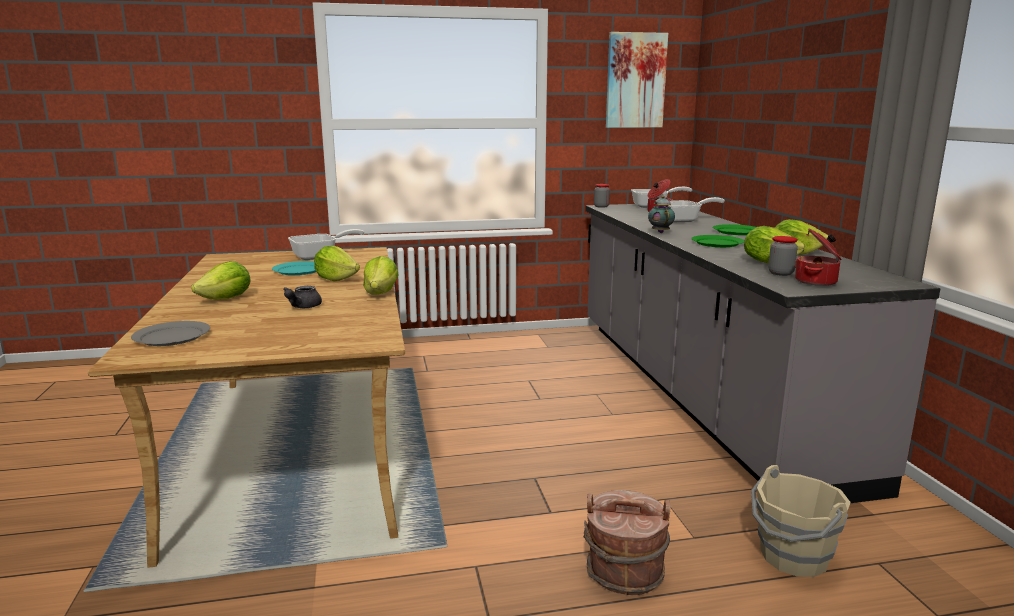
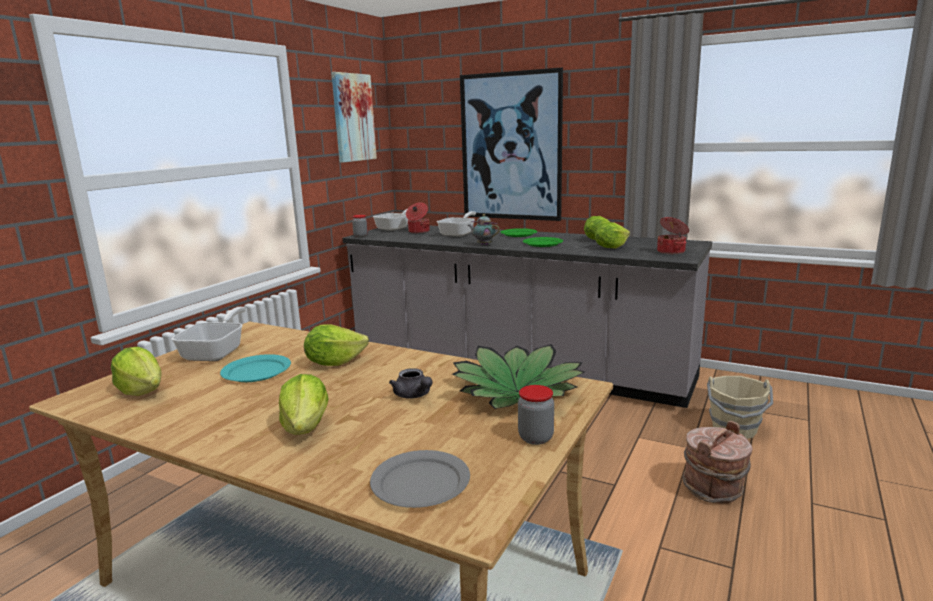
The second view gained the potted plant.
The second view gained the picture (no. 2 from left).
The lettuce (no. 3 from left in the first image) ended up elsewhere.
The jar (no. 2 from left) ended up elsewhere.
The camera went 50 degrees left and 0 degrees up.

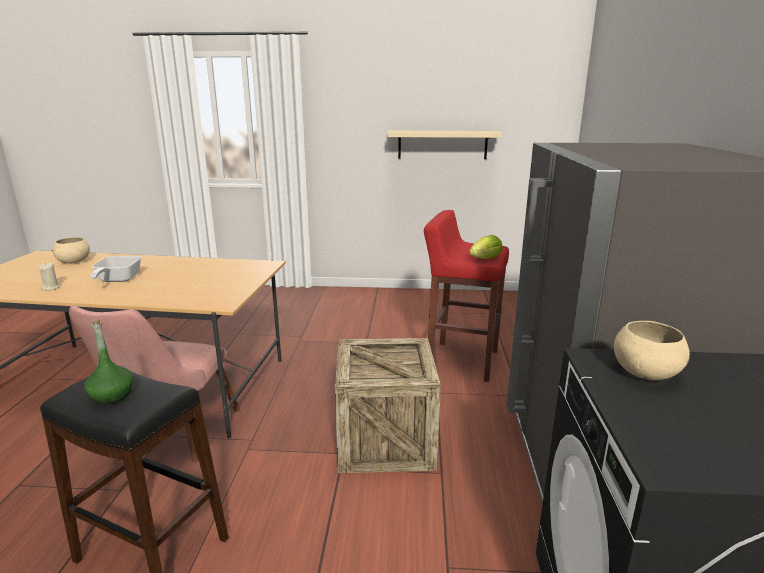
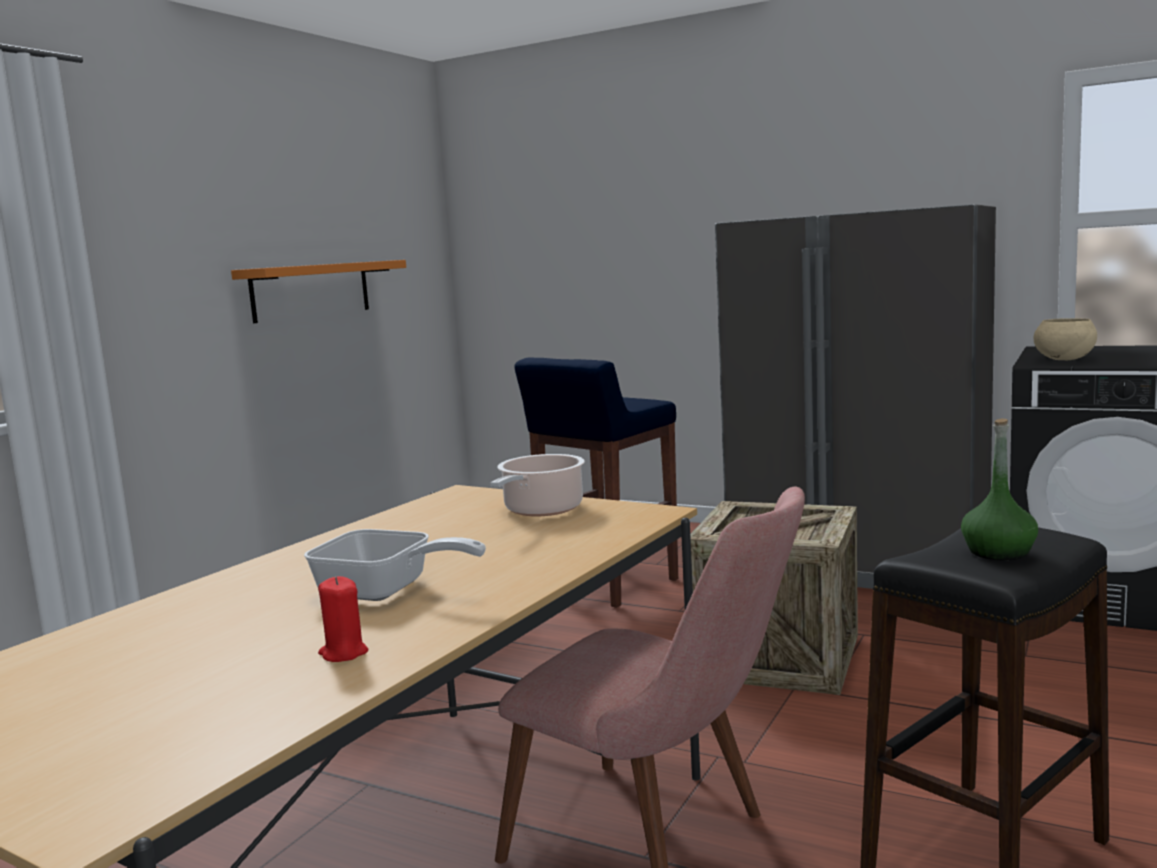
The second view lost the beige bowl (no. 1 from left).
The second view lost the lettuce.
The second view gained the cooking pot.
What was the beige candle turned into the red candle.
What was the beige shelf turned into the orange shelf.
What was the red stool turned into the blue stool.
The camera went 65 degrees left and 10 degrees down.

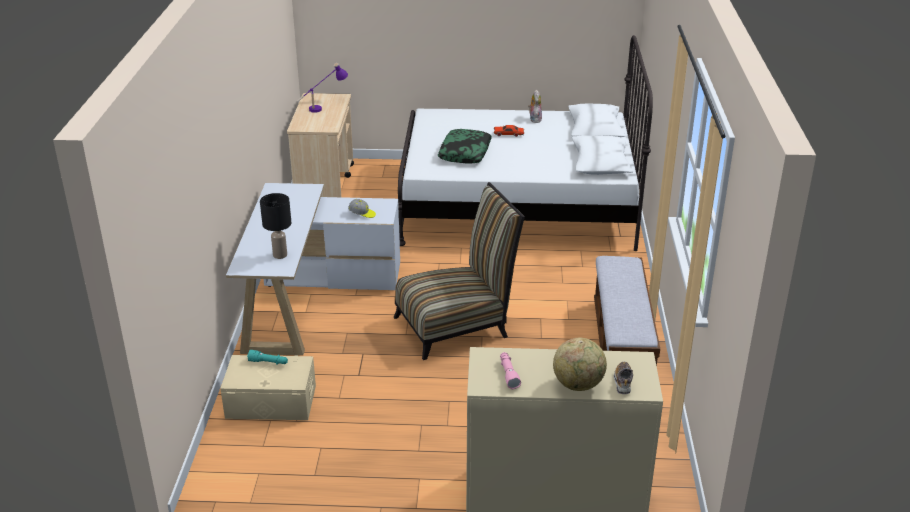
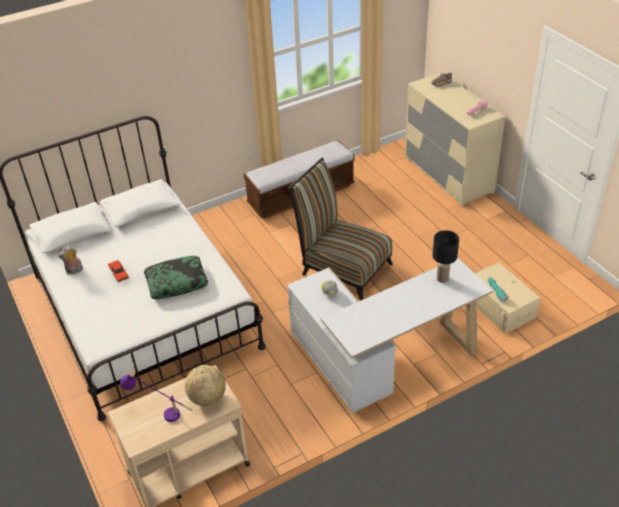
The globe ended up elsewhere.
The camera went 120 degrees left and 10 degrees up.

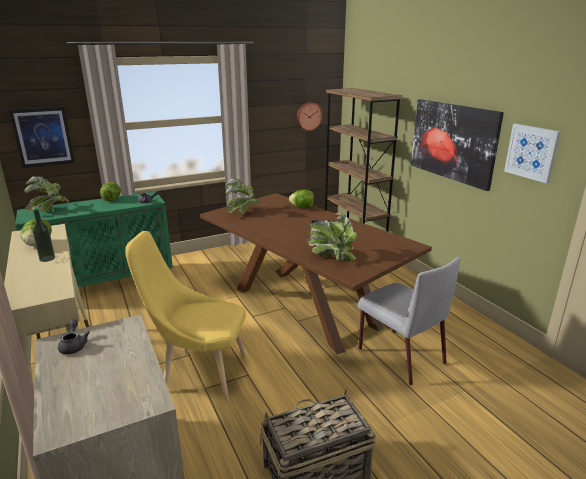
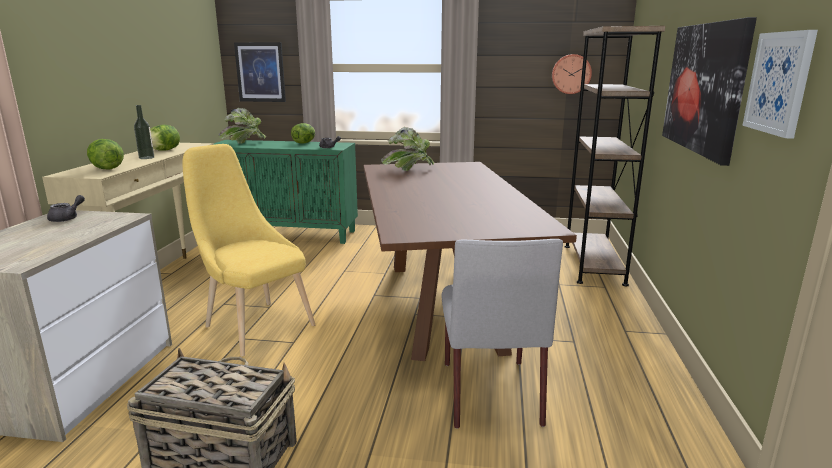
The second view lost the potted plant (no. 3 from left).
The lettuce (no. 3 from left in the first image) ended up elsewhere.
The camera went 35 degrees right and 5 degrees down.

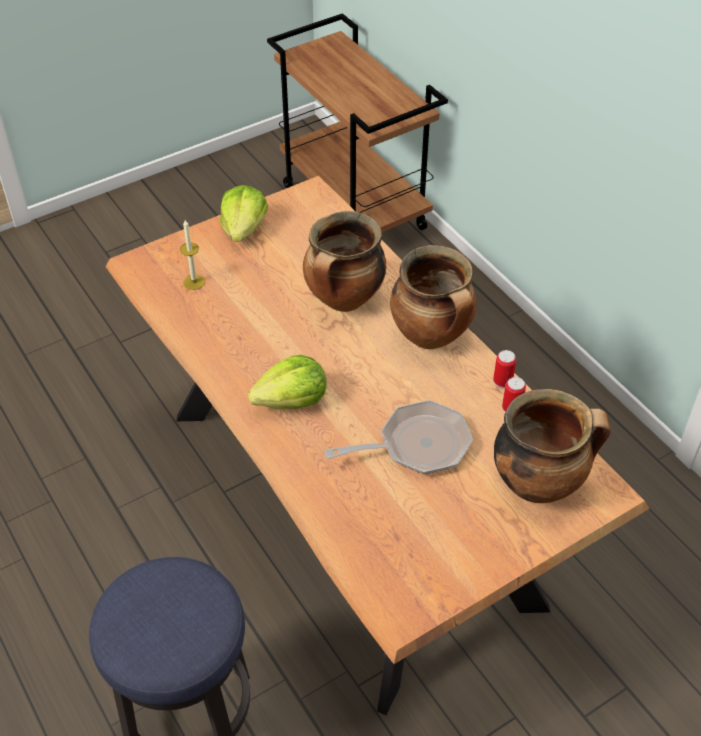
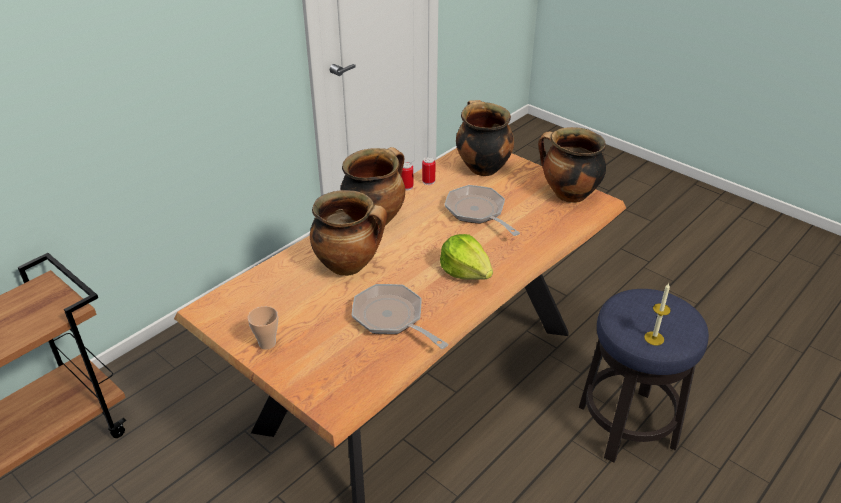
The second view gained the frying pan (no. 1 from left).
The second view gained the cooking pot (no. 4 from left).
The candle ended up elsewhere.
Where the lettuce (no. 1 from left) stood, the cup came to stand.
The camera went 105 degrees left and 10 degrees down.

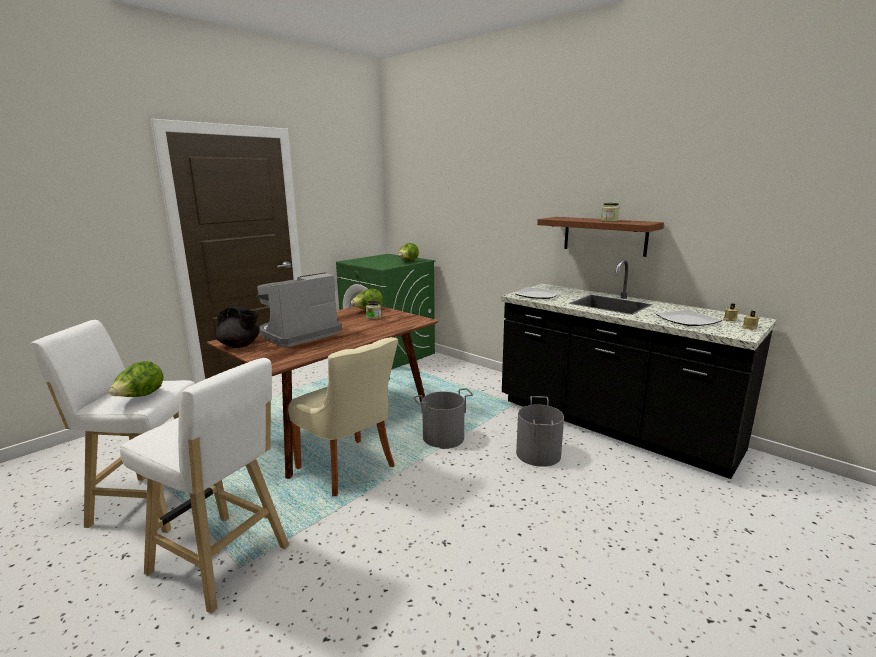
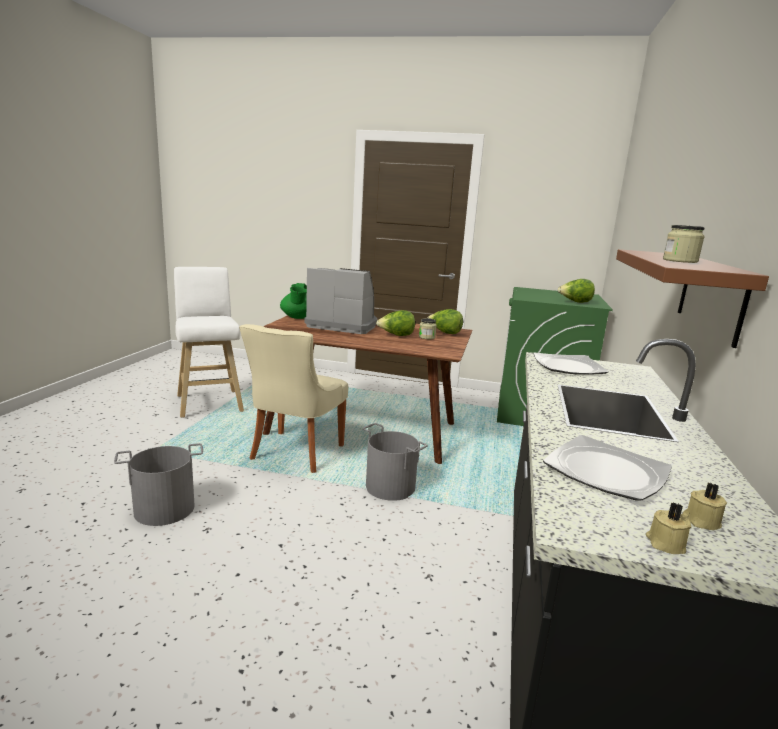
The second view lost the white stool (no. 2 from left).
The lettuce (no. 1 from left) ended up elsewhere.
The grey bucket (no. 2 from left in the first image) ended up elsewhere.
What was the black teapot turned into the green teapot.
The camera went 60 degrees right and 0 degrees up.

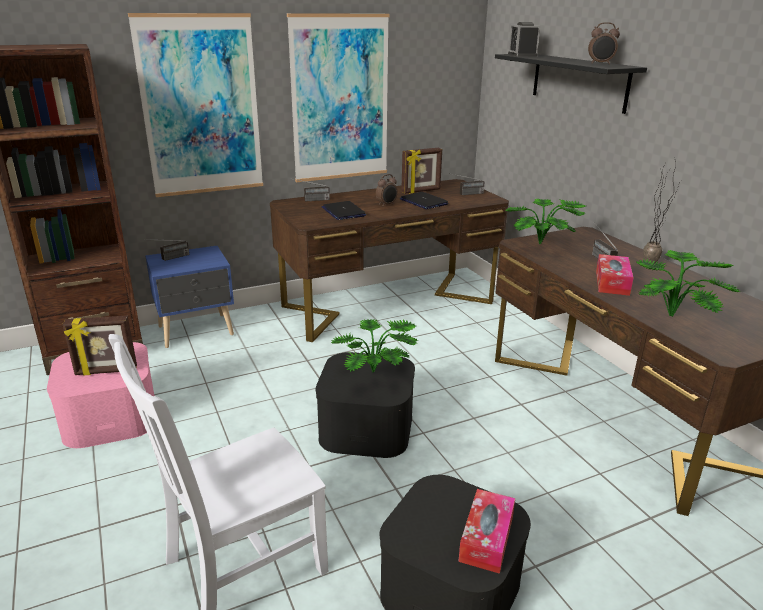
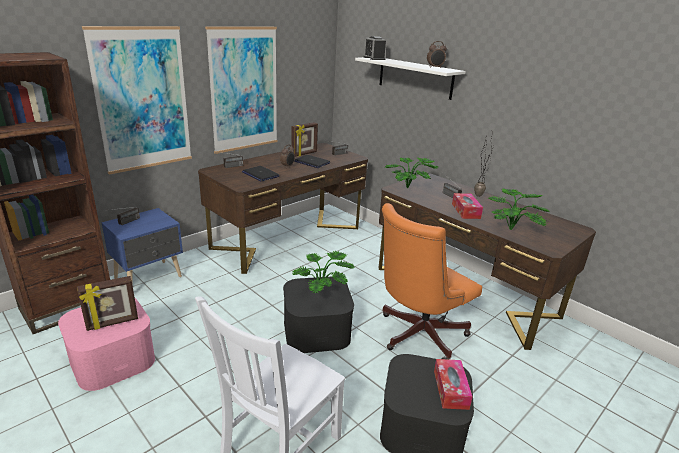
The second view gained the orange office chair.
What was the black shelf turned into the white shelf.
The camera went 20 degrees left and 0 degrees up.

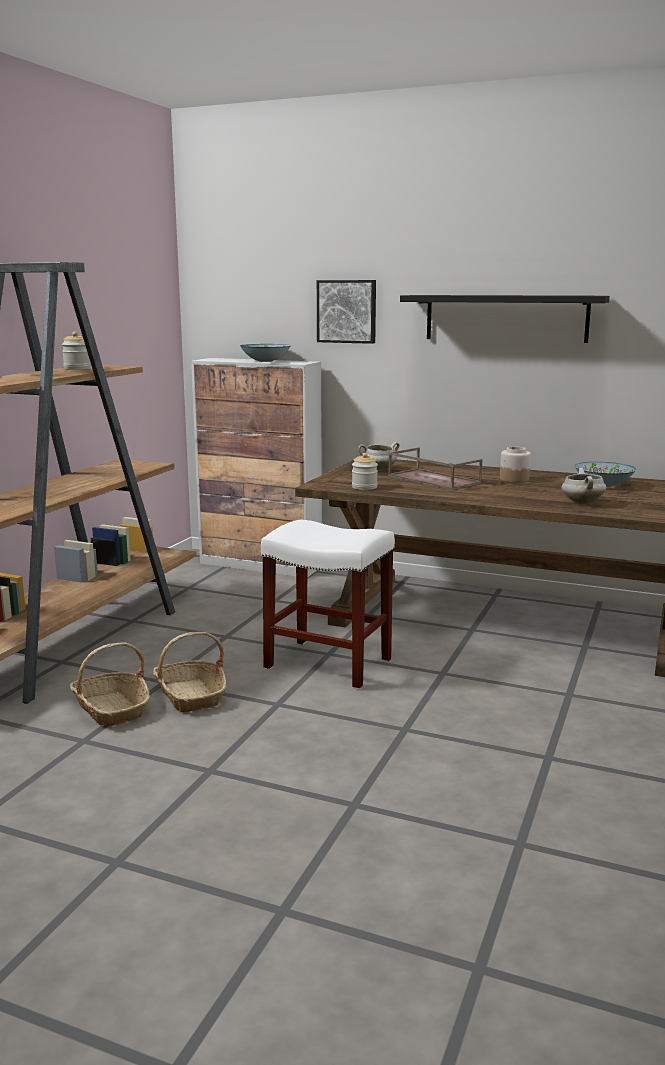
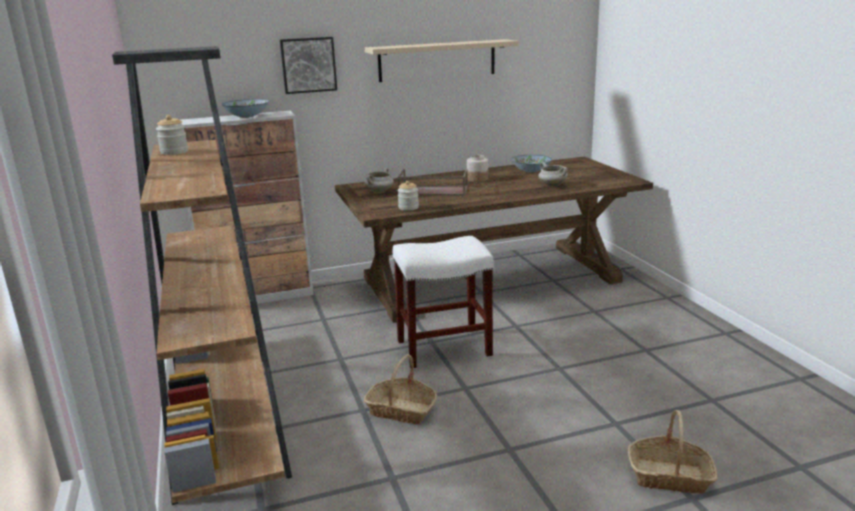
The basket (no. 1 from left in the first image) ended up elsewhere.
What was the black shelf turned into the beige shelf.
The camera went 40 degrees left and 5 degrees up.

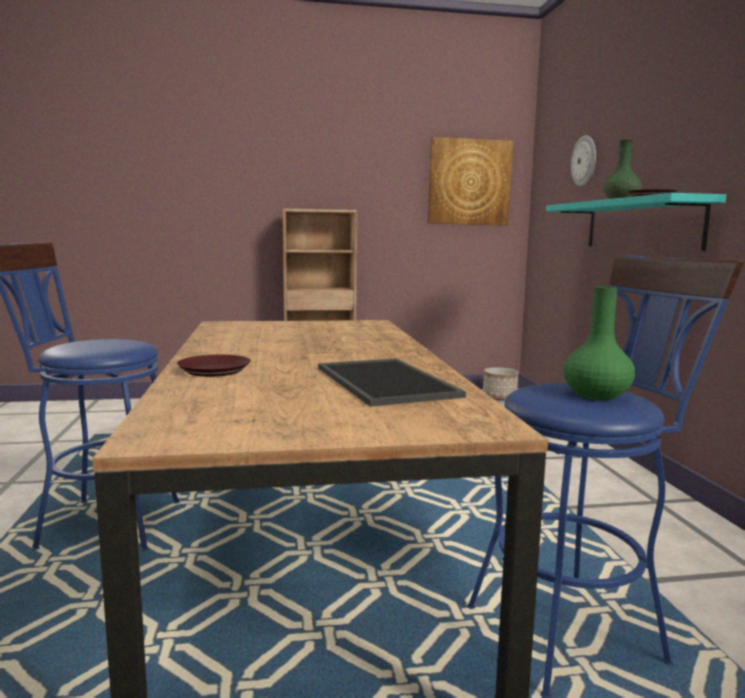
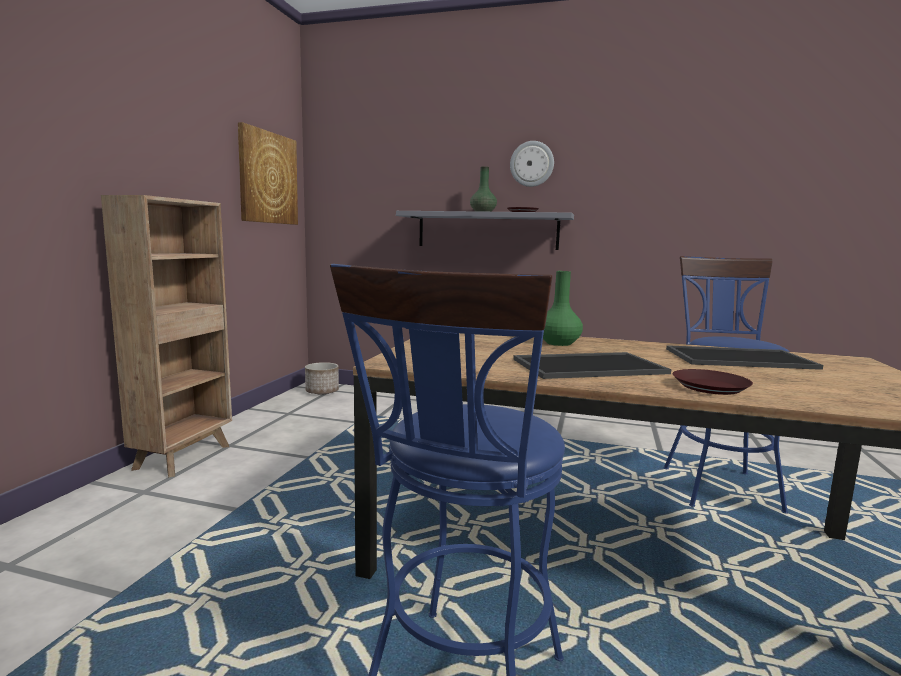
The second view gained the tray (no. 1 from left).
The green vase (no. 1 from left in the first image) ended up elsewhere.
The wall clock ended up elsewhere.
What was the turquoise shelf turned into the grey shelf.
The camera went 65 degrees left and 0 degrees up.

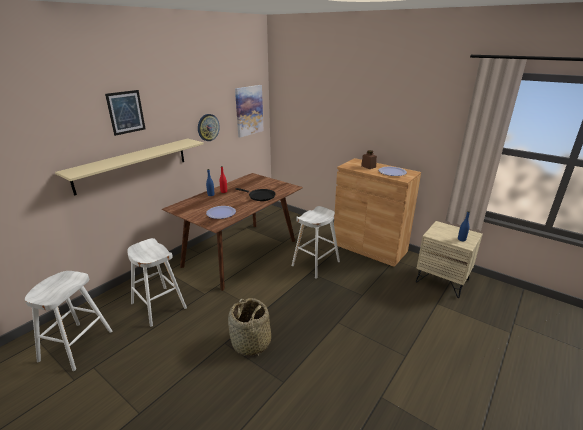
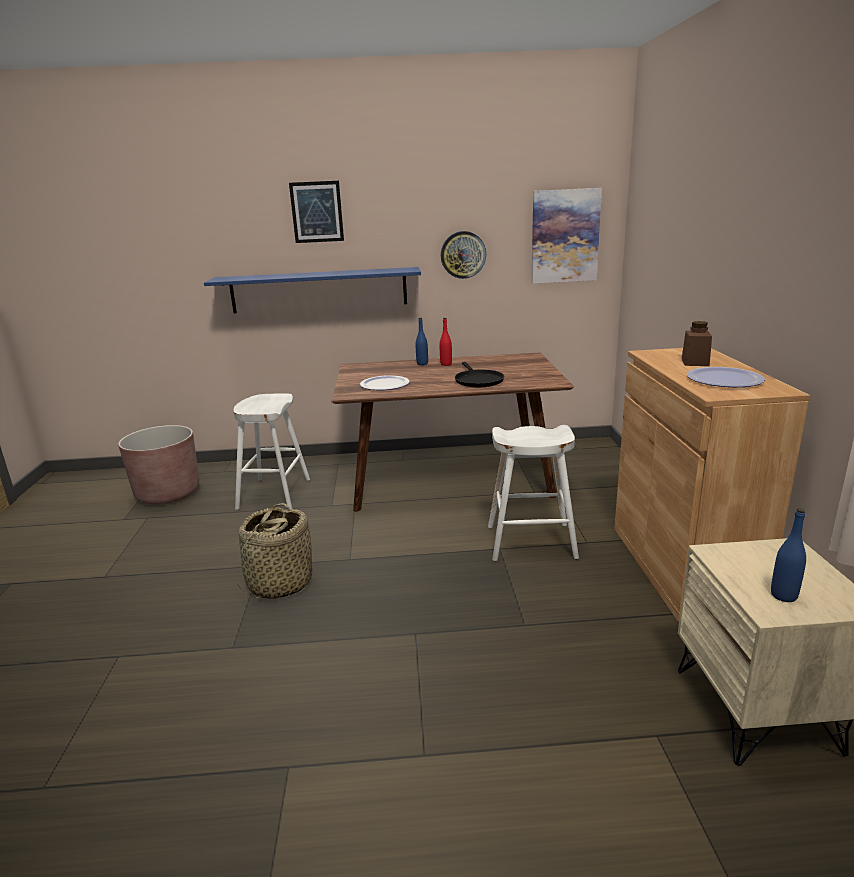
Where the white stool (no. 1 from left) stood, the brown planter came to stand.
What was the beige shelf turned into the blue shelf.
The camera went 50 degrees right and 5 degrees down.

